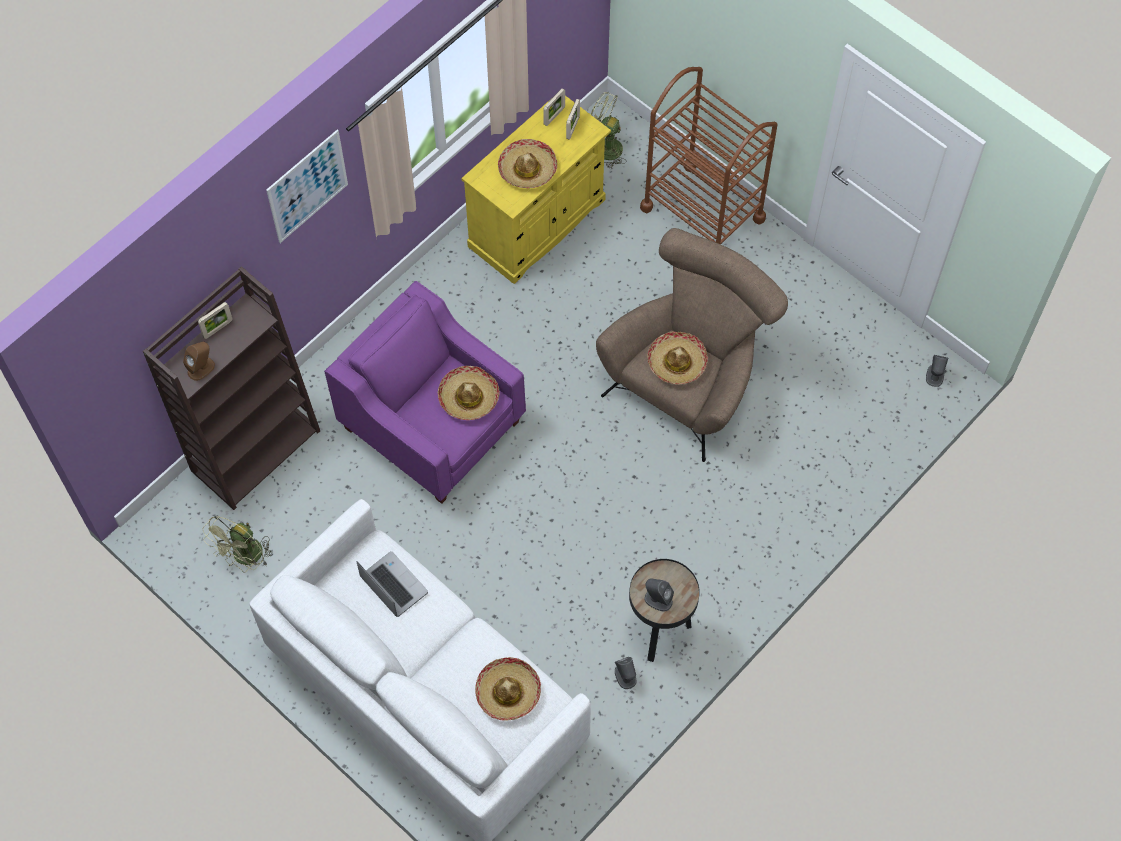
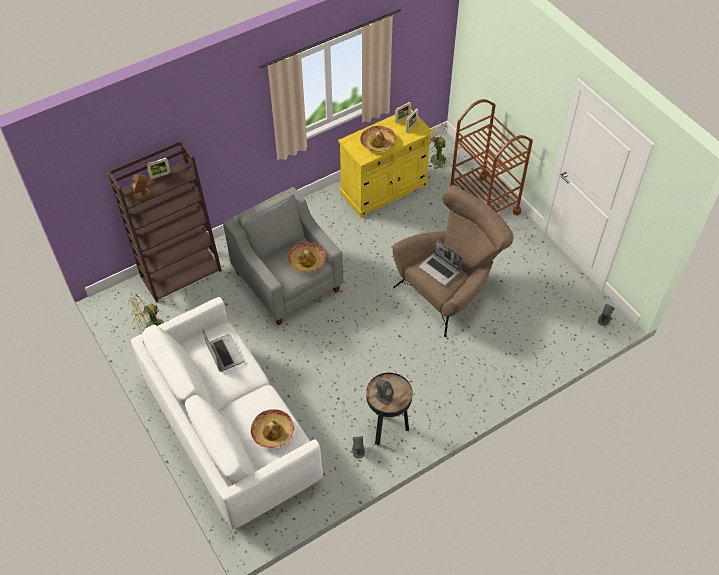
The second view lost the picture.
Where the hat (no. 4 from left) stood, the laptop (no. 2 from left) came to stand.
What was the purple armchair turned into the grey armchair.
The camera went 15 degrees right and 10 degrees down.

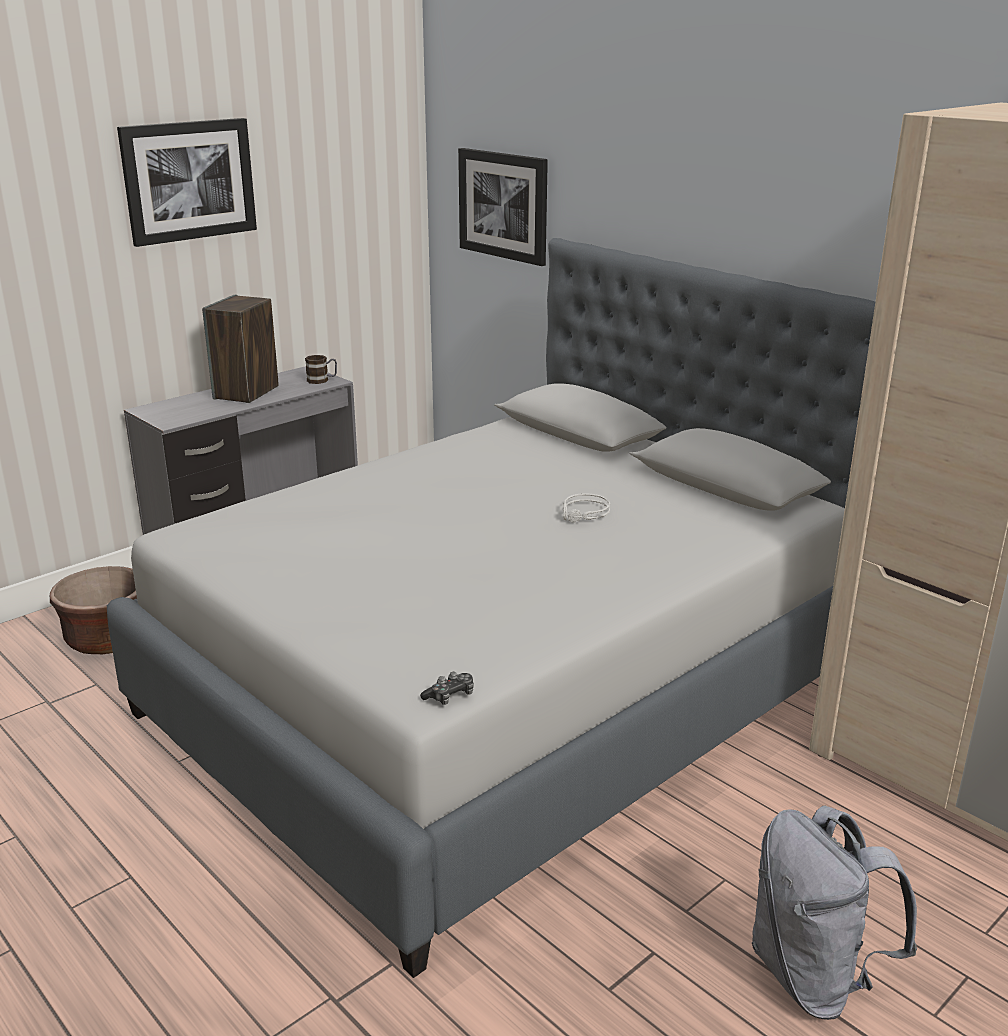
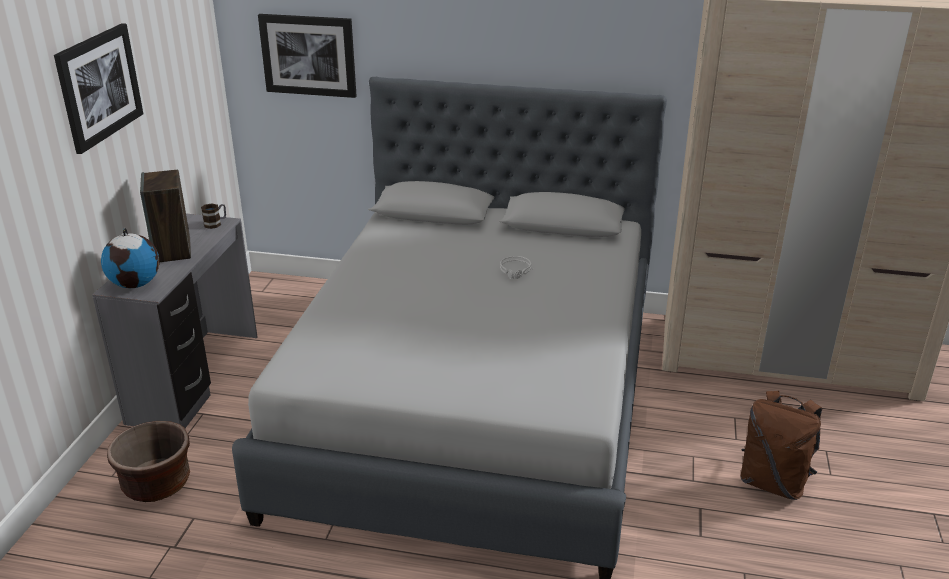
The second view lost the game controller.
The second view gained the globe.
What was the grey backpack turned into the brown backpack.
The camera went 35 degrees left and 5 degrees up.

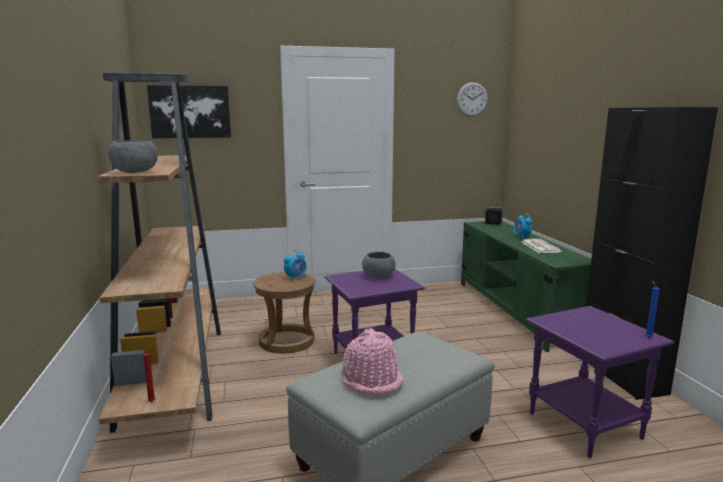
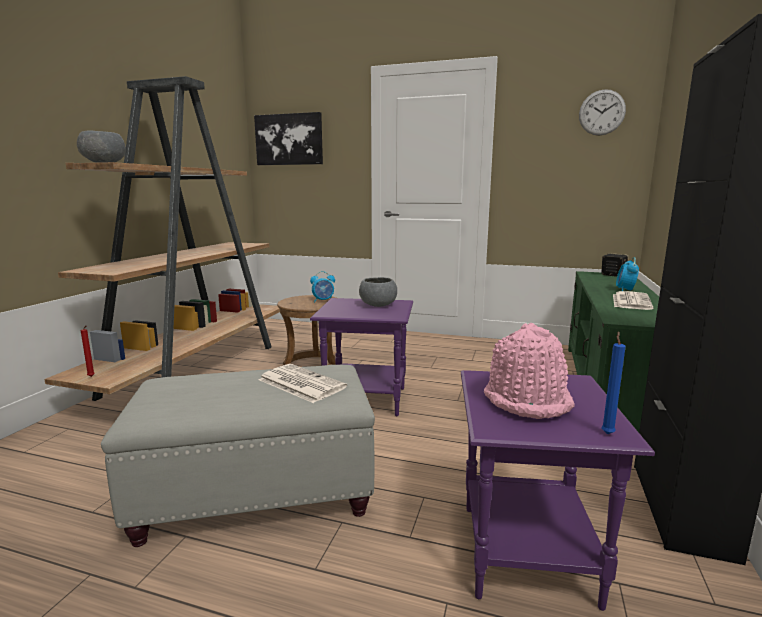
The second view gained the newspaper (no. 1 from left).
The pink hat ended up elsewhere.
The camera went 30 degrees right and 0 degrees up.

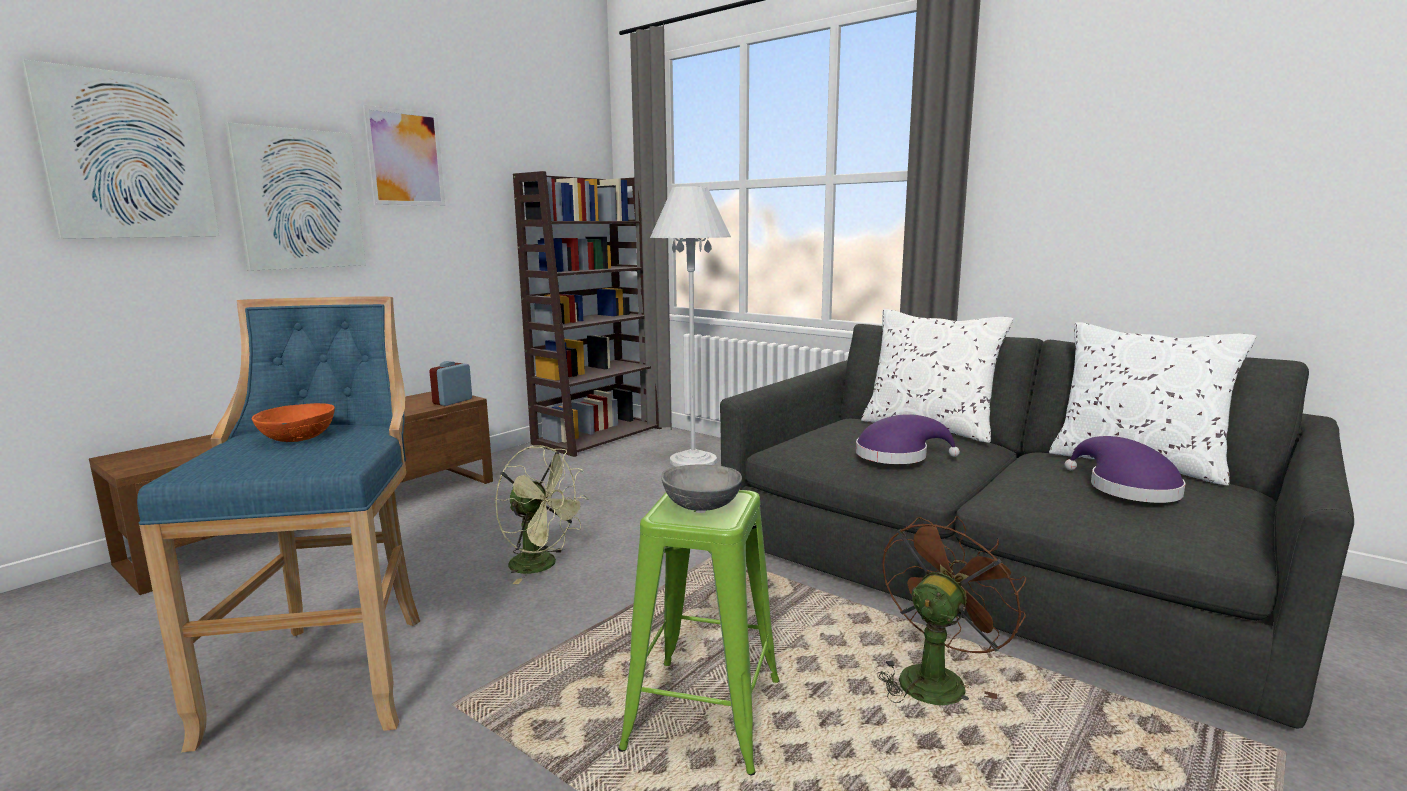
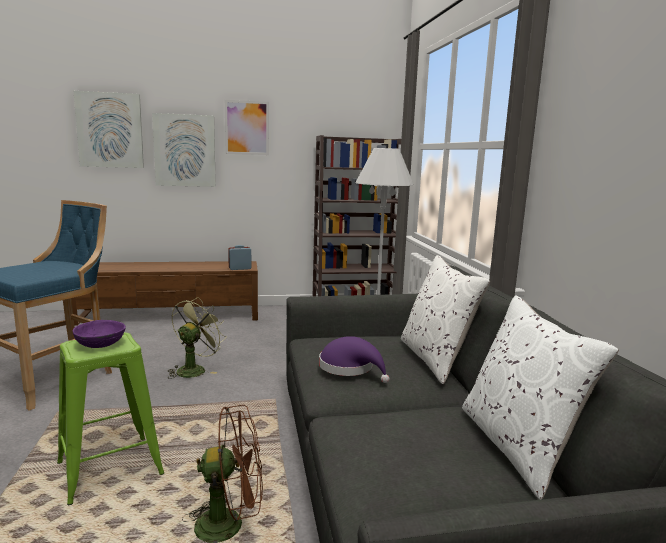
The second view lost the orange bowl.
The second view lost the purple hat (no. 2 from left).
What was the grey bowl turned into the purple bowl.
The green fan ended up facing another way, 135 degrees counterclockwise from before.
The camera went 40 degrees right and 0 degrees up.

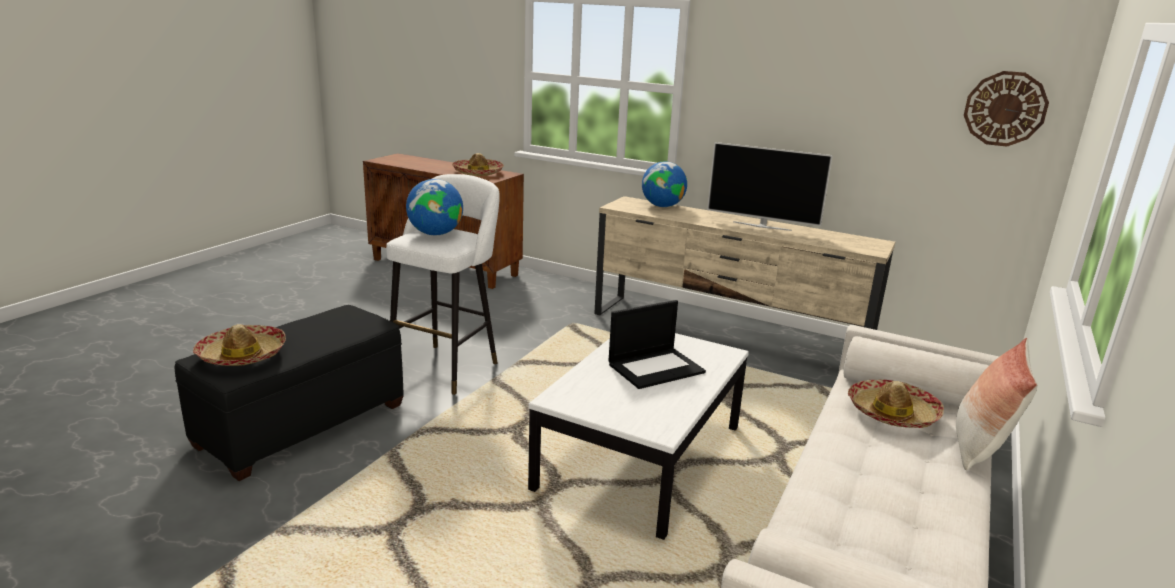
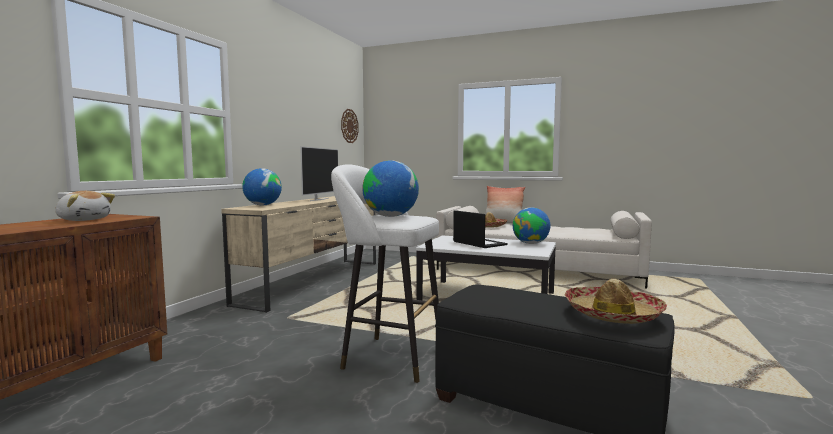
The second view gained the globe (no. 3 from left).
Where the hat (no. 2 from left) stood, the plush toy came to stand.
The camera went 95 degrees left and 15 degrees down.

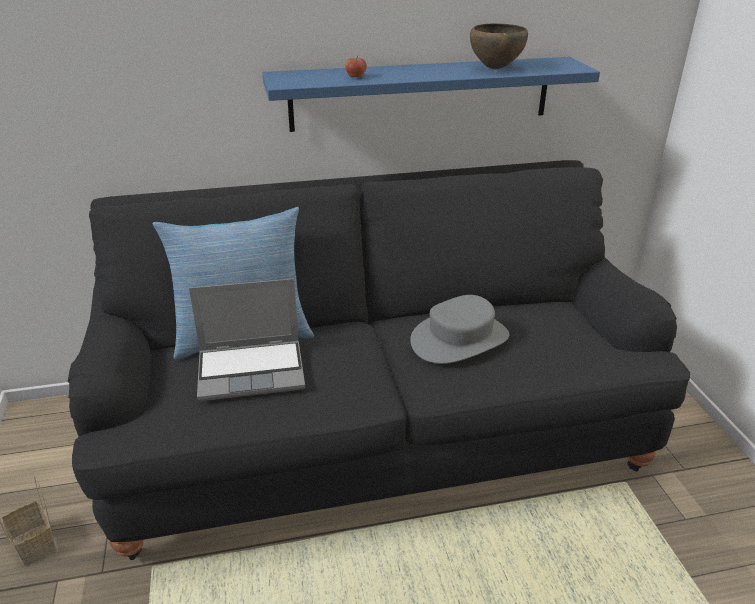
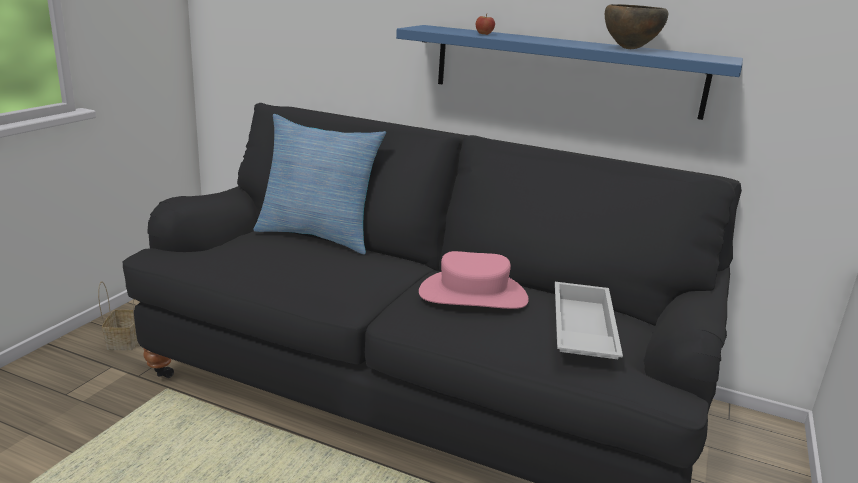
The second view lost the laptop.
The second view gained the white tray.
What was the grey hat turned into the pink hat.
The camera went 35 degrees right and 10 degrees down.

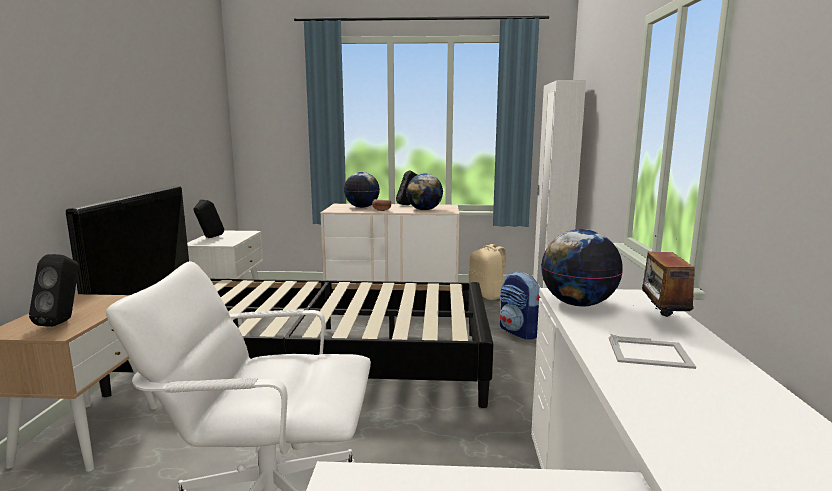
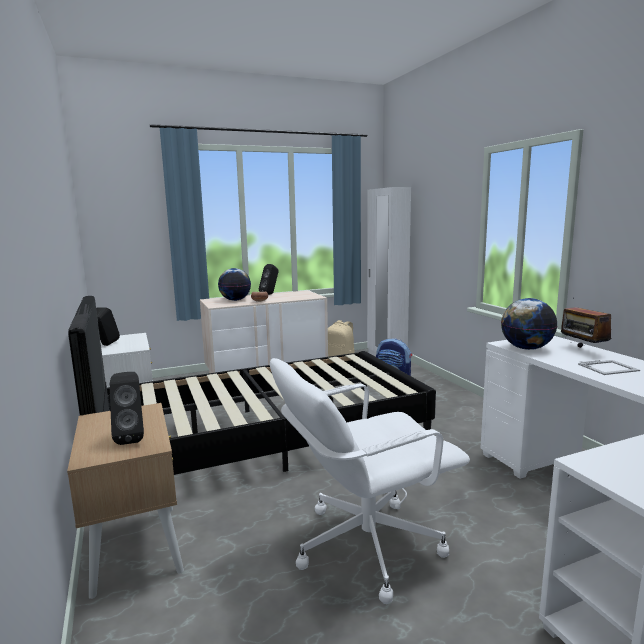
The second view lost the globe (no. 2 from left).
The camera went 25 degrees left and 0 degrees up.

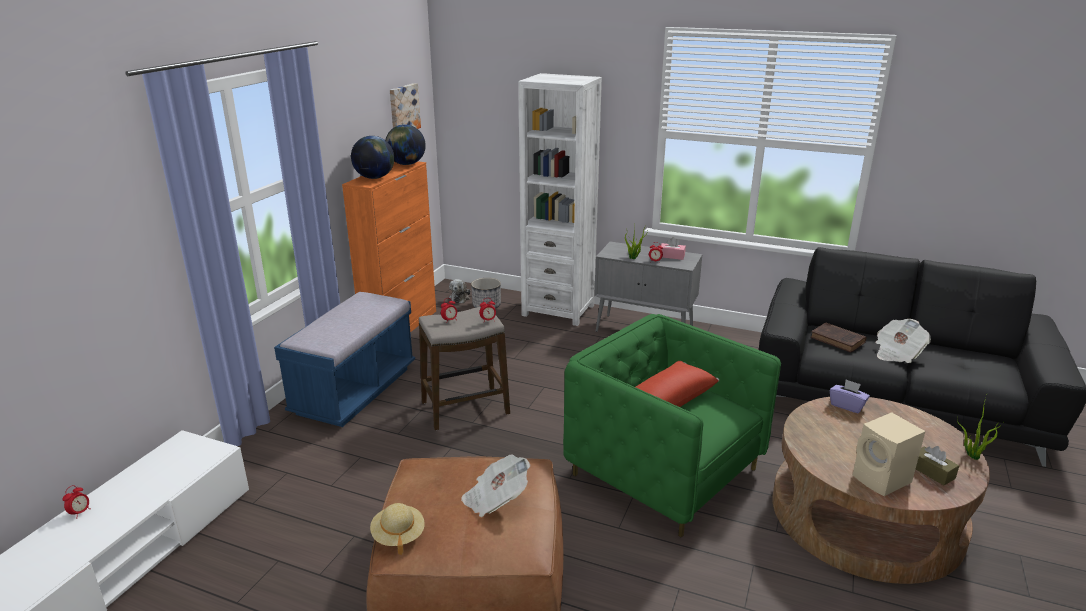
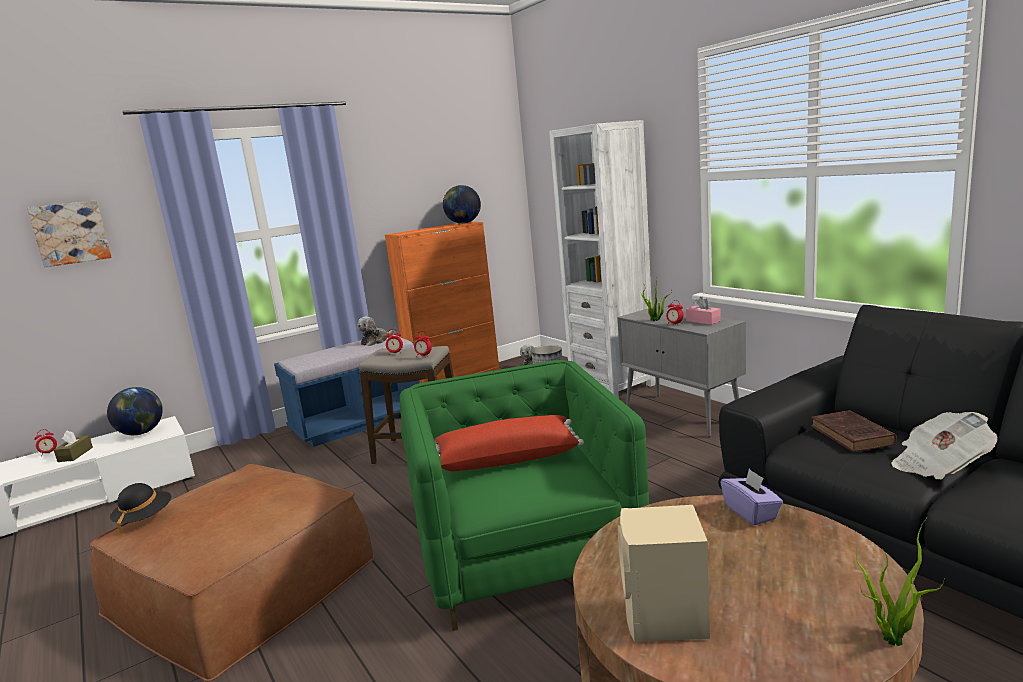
The second view lost the newspaper (no. 1 from left).
The second view gained the plush toy (no. 1 from left).
The globe (no. 1 from left) ended up elsewhere.
The picture ended up elsewhere.
The brown tissue box ended up elsewhere.
What was the beige hat turned into the black hat.
The camera went 35 degrees right and 10 degrees down.

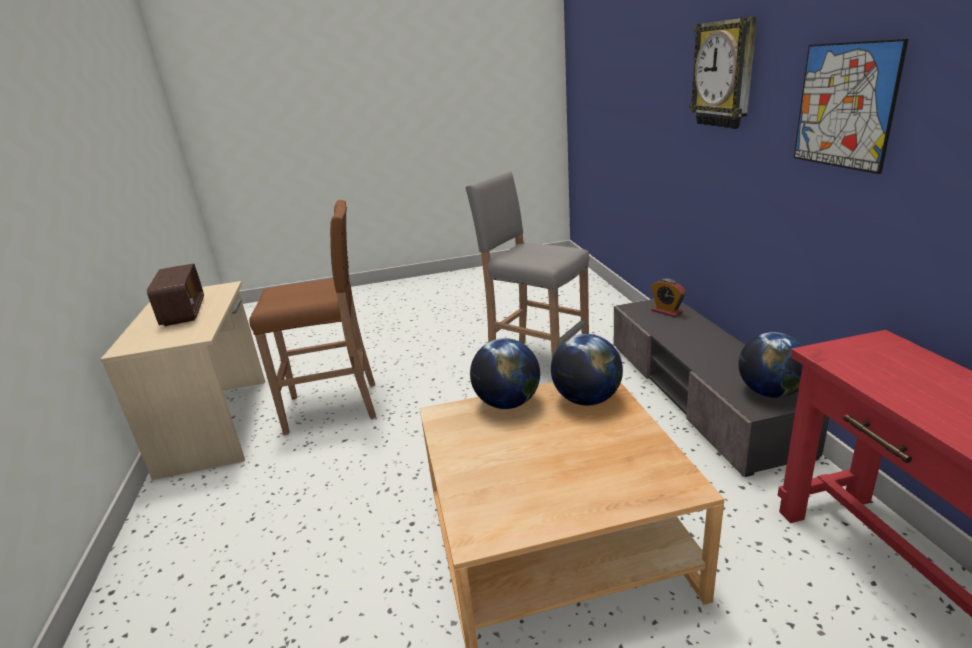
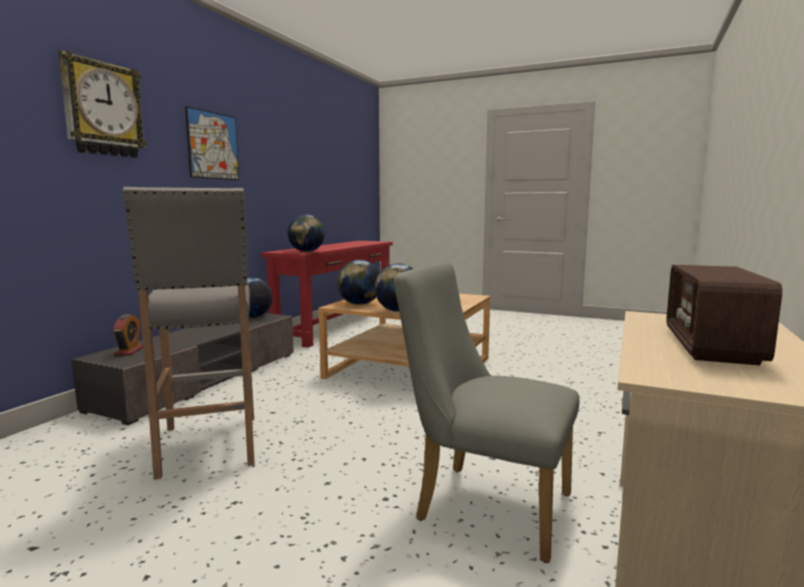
The second view gained the globe (no. 2 from left).
Where the brown stool stood, the grey chair came to stand.
The camera went 145 degrees left and 15 degrees down.

